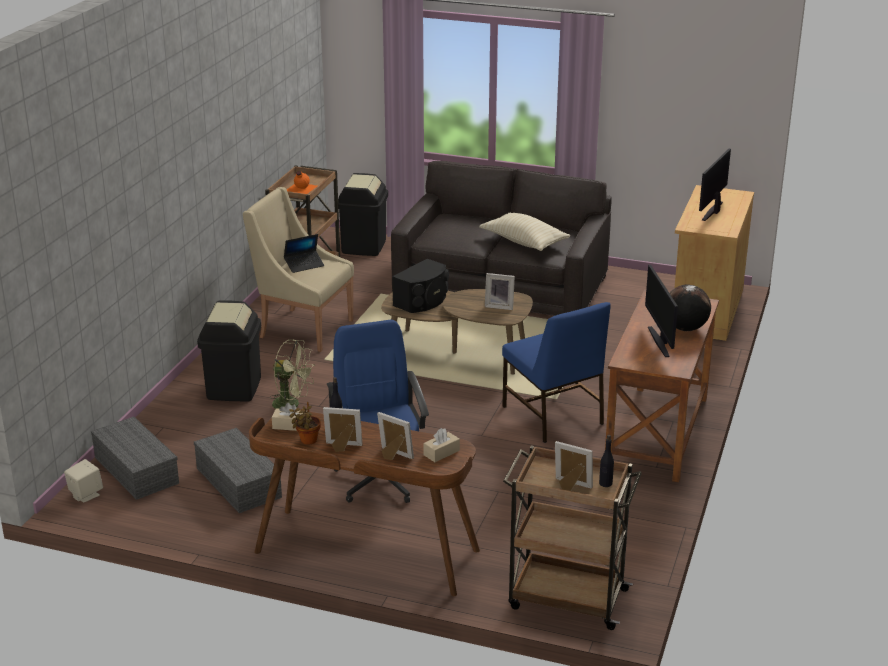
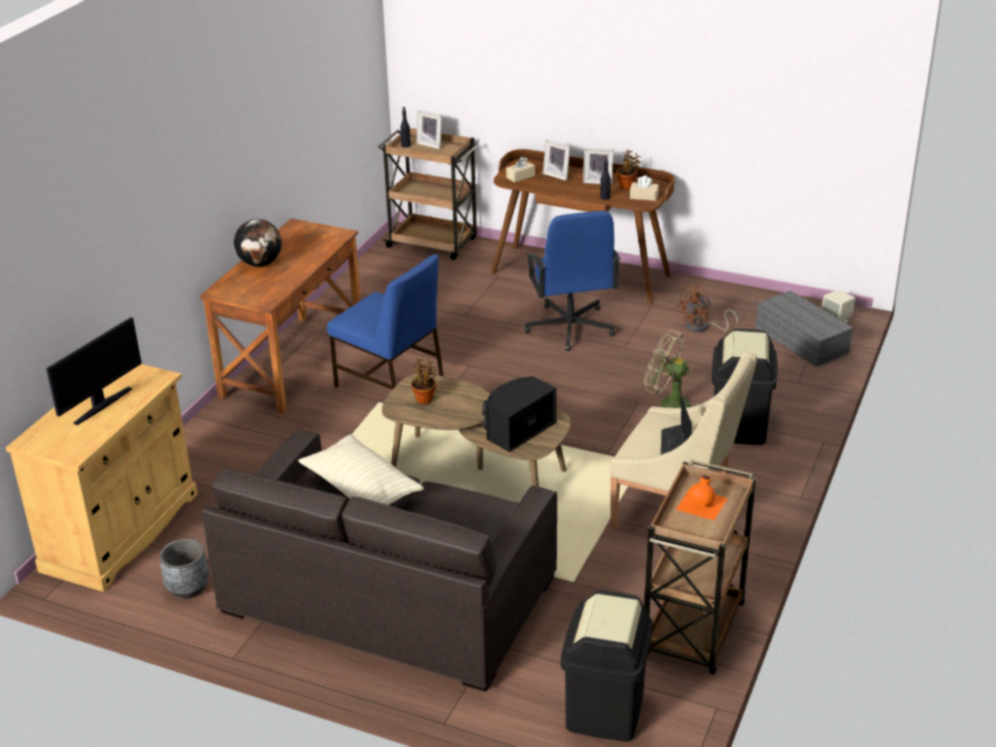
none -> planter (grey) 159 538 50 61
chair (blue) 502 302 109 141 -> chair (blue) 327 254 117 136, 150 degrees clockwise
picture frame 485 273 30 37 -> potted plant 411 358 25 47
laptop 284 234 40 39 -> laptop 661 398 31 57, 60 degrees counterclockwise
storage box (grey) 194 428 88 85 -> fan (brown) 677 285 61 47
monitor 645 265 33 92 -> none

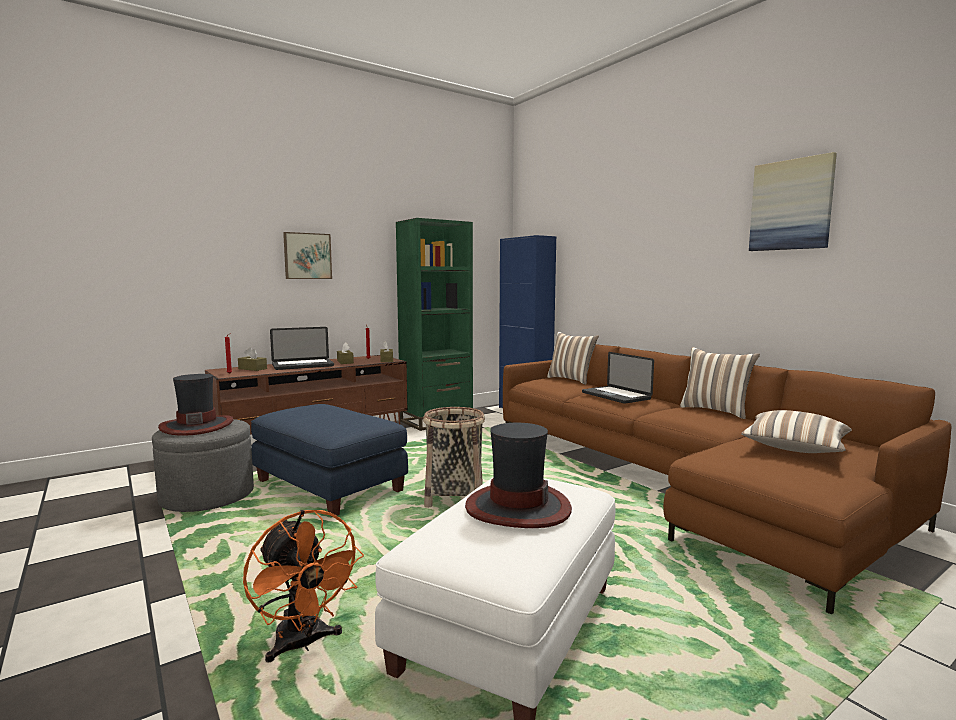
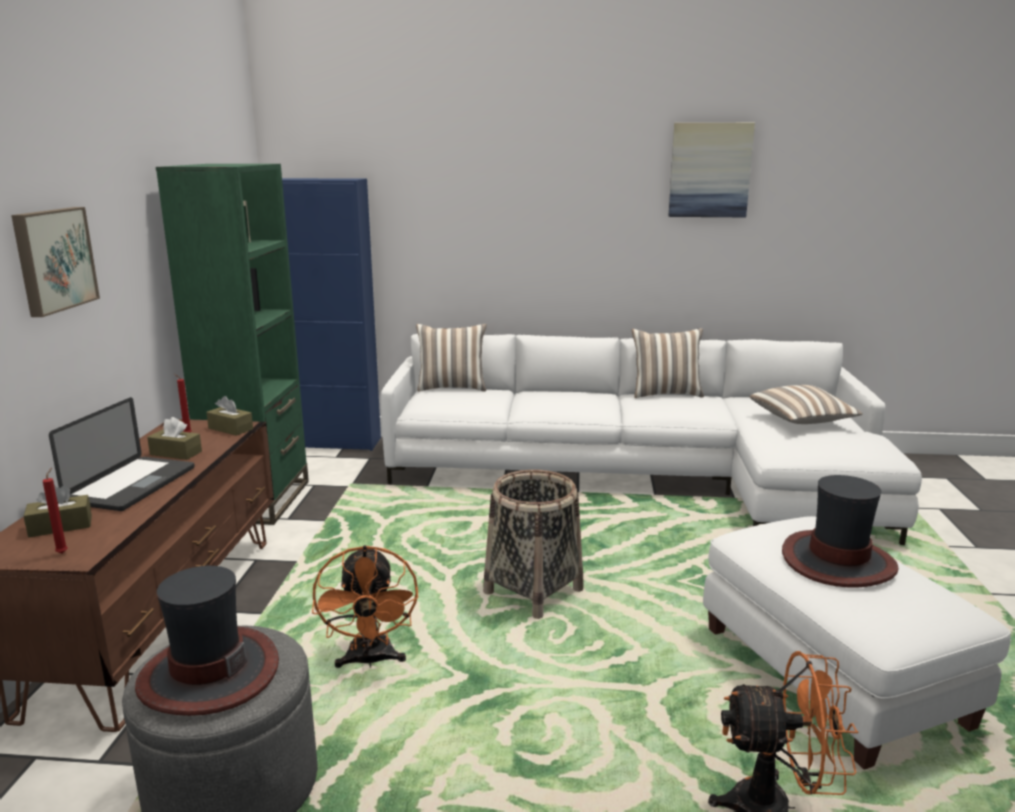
ottoman (blue) 251 404 157 113 -> fan (orange) 312 545 106 123
sofa (brown) 503 344 448 271 -> sofa (white) 381 334 541 211
laptop 582 352 72 52 -> none

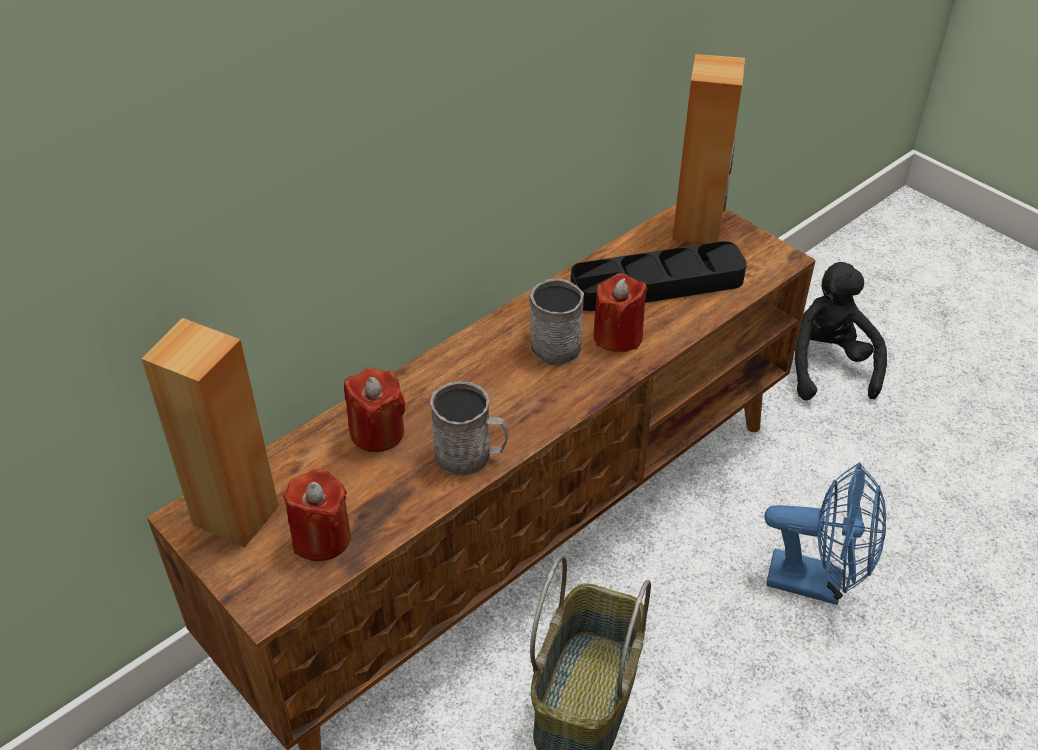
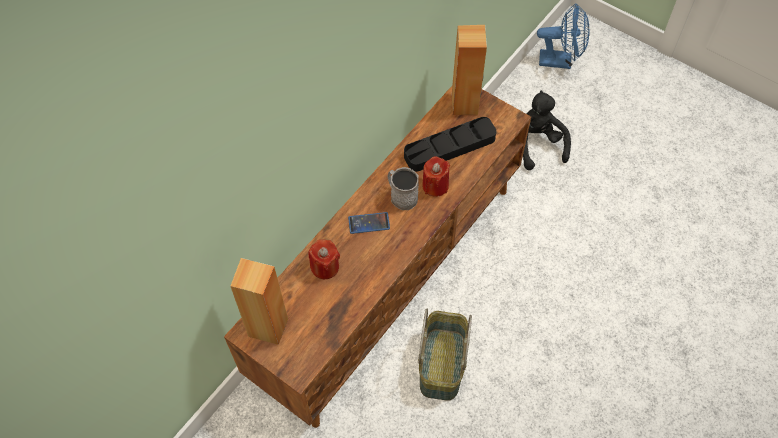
none -> phone 348 212 42 22
fan (blue) 764 462 122 143 -> fan (blue) 537 3 53 66, relocated
candle (red) 283 469 68 92 -> none
mug (grey) 430 381 78 95 -> none

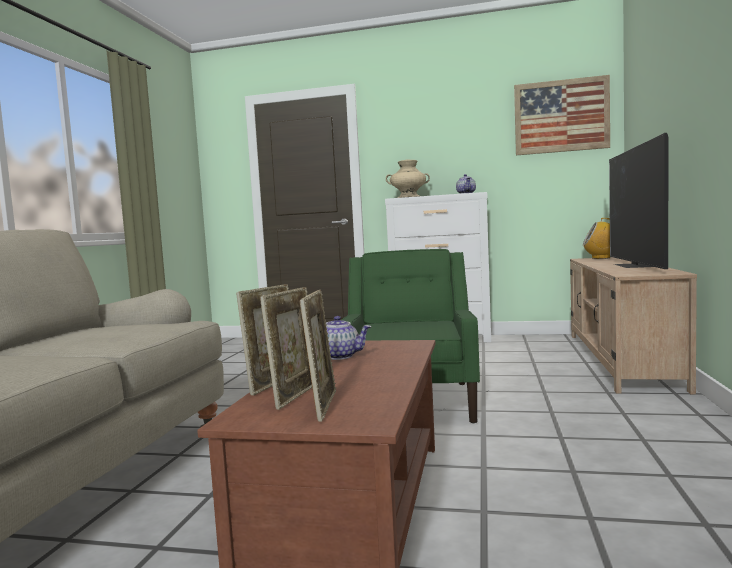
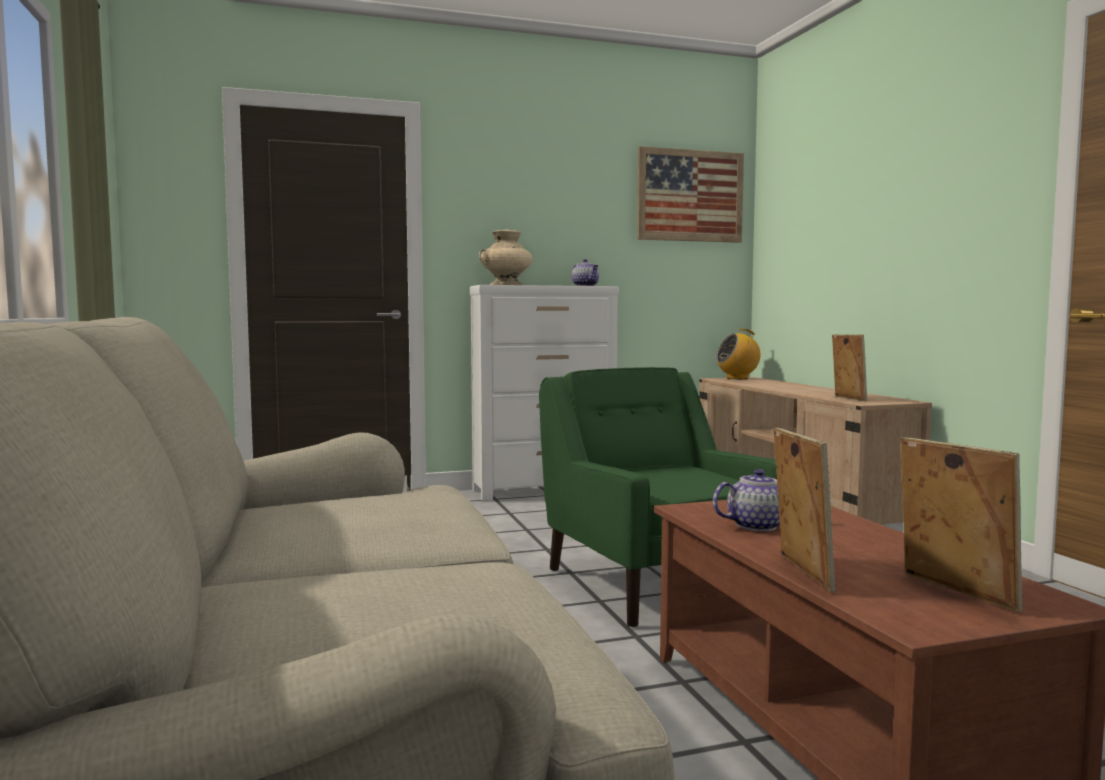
picture frame 260 287 52 123 -> picture frame 832 334 36 67, relocated
television 609 133 59 136 -> none

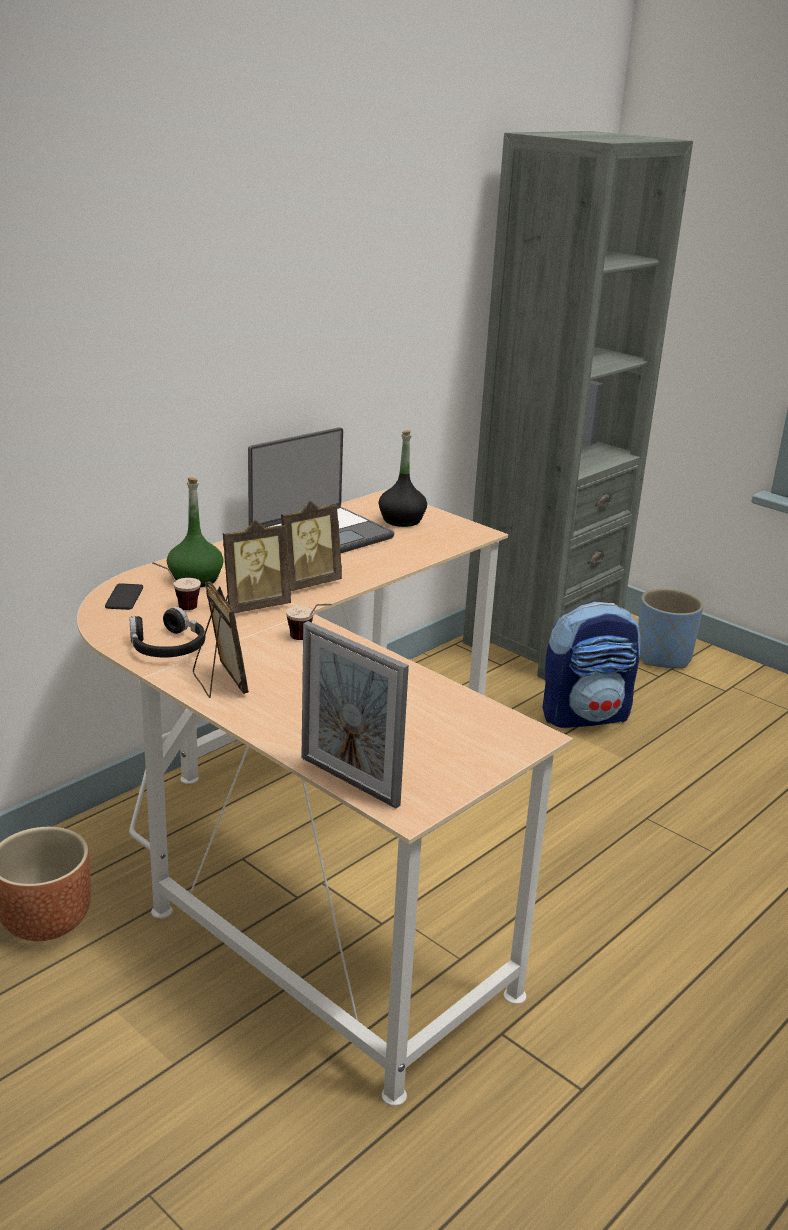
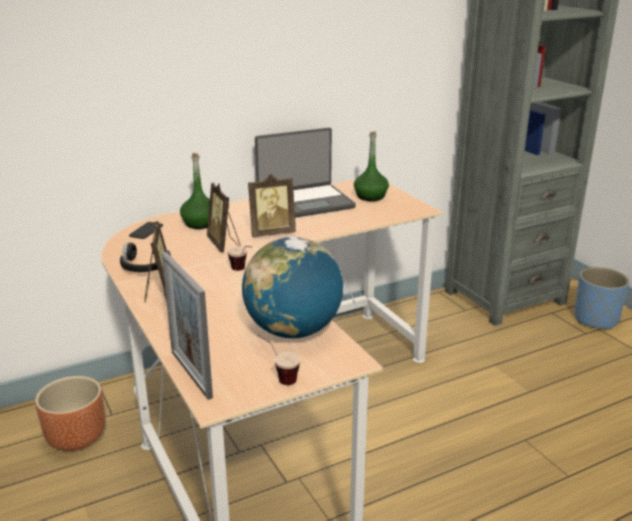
picture frame 223 520 68 93 -> picture frame 207 183 34 69, 75 degrees clockwise
none -> globe 242 237 101 101
cup 152 562 49 48 -> cup 257 334 44 51, relocated
bottle (black) 379 430 48 97 -> bottle (green) 354 131 35 70
backpack 542 601 99 127 -> none

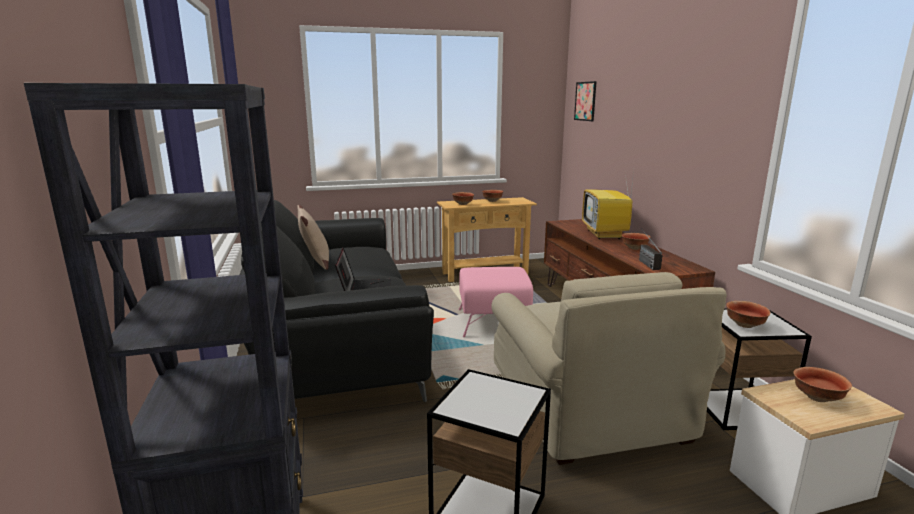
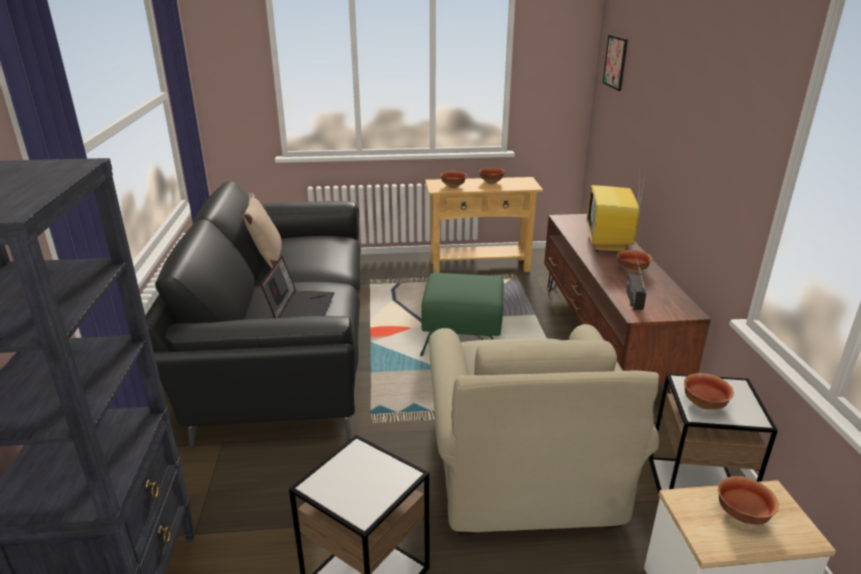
ottoman (pink) 459 267 74 70 -> ottoman (green) 420 273 84 83

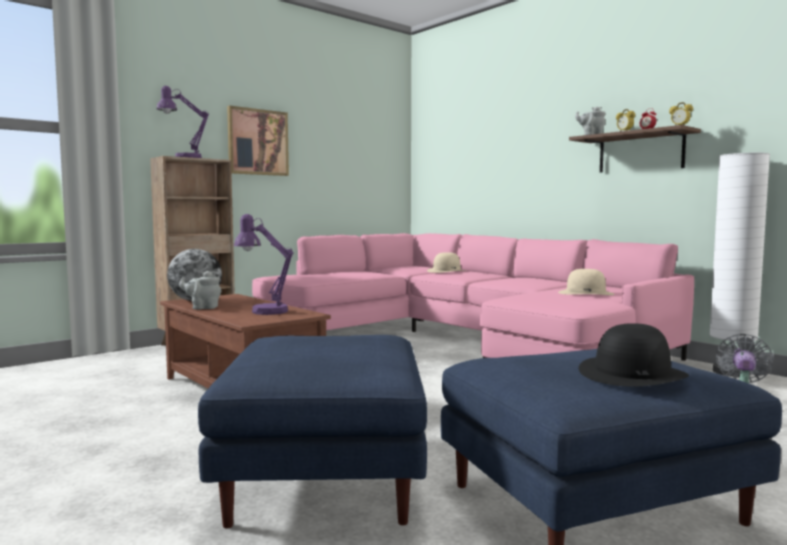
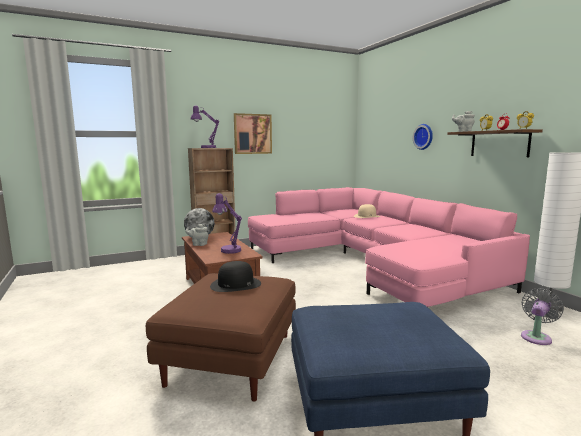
ottoman (blue) 198 335 229 193 -> ottoman (brown) 146 273 150 129
hat (black) 579 323 110 64 -> hat (black) 210 261 51 31, relocated
none -> wall clock 413 124 20 26
hat (beige) 558 269 57 26 -> none

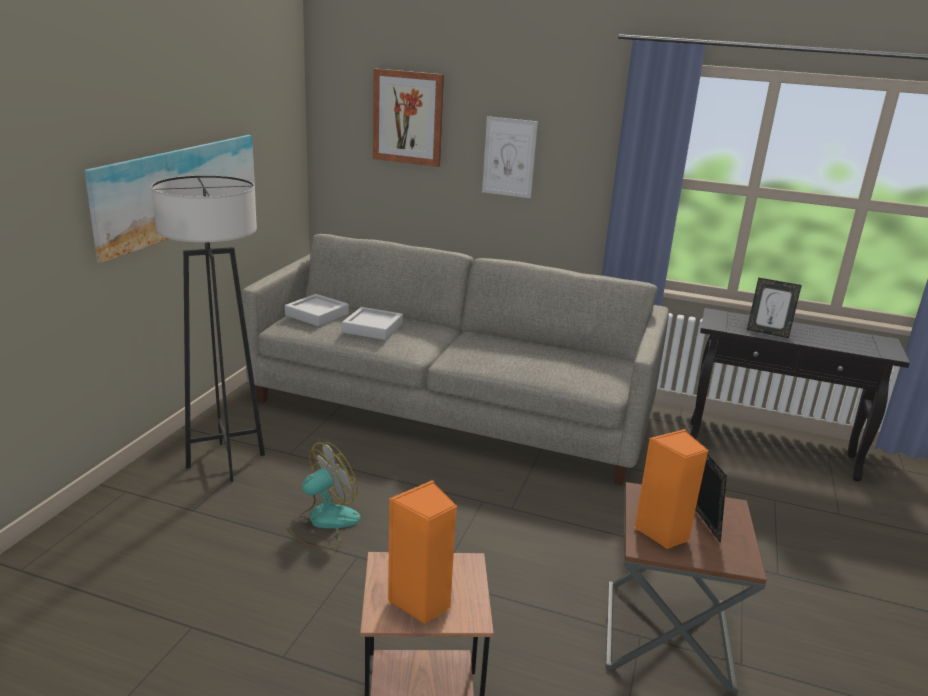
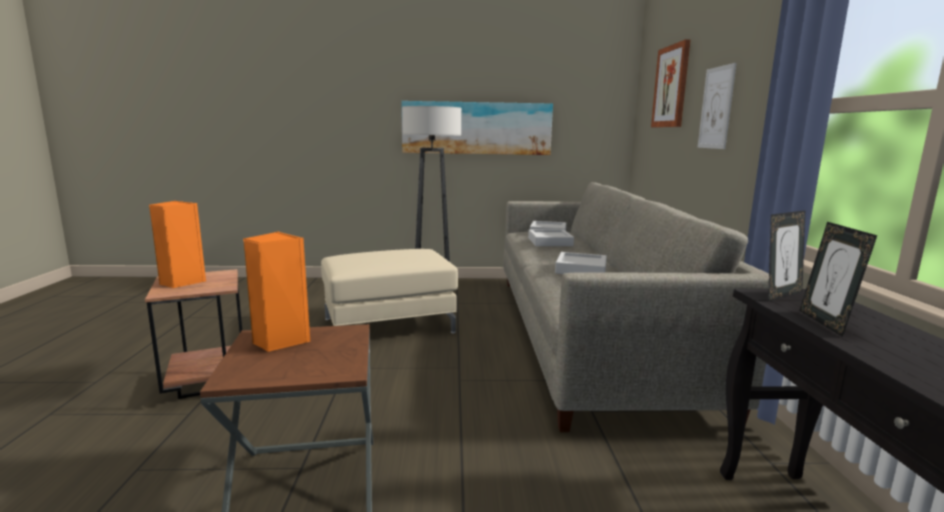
fan 287 442 74 107 -> ottoman (beige) 321 249 137 84
none -> tray (grey) 555 252 52 22
picture frame 695 454 32 89 -> picture frame 768 210 37 91, relocated

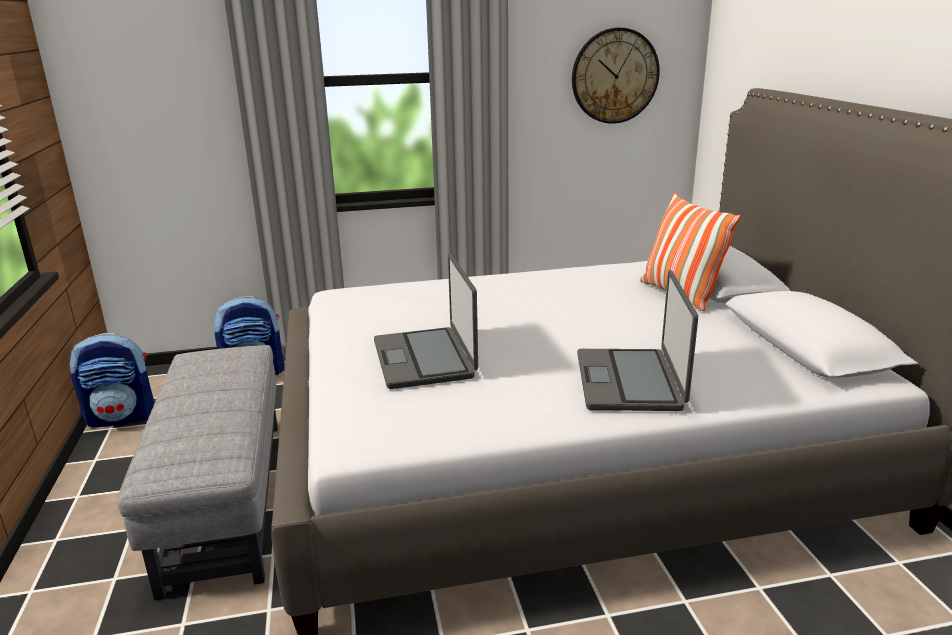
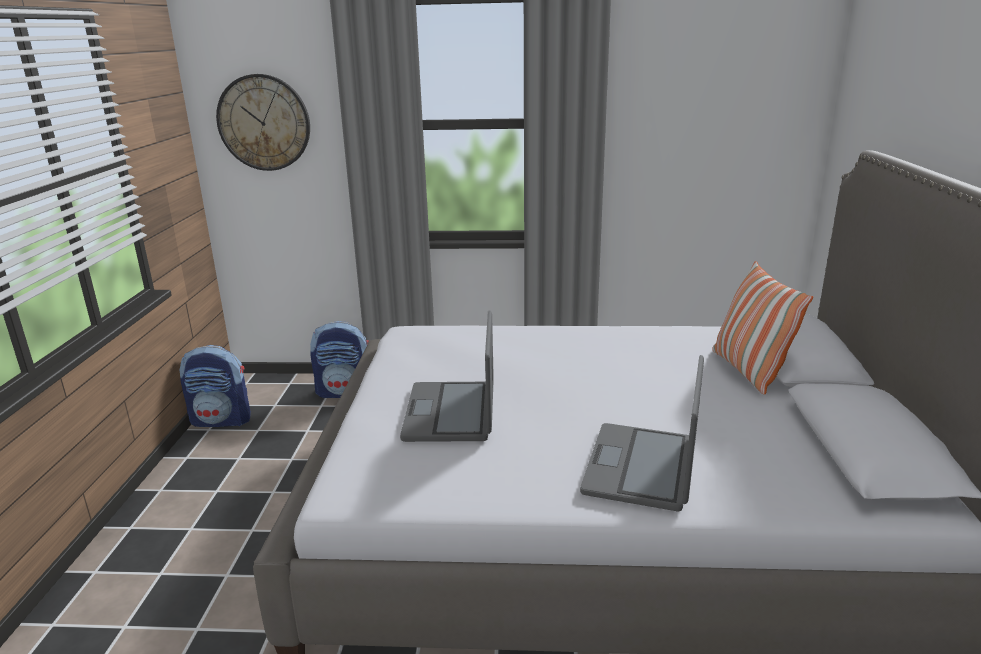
wall clock 572 28 88 96 -> wall clock 216 74 94 97, relocated
ottoman (grey) 117 345 161 256 -> none

